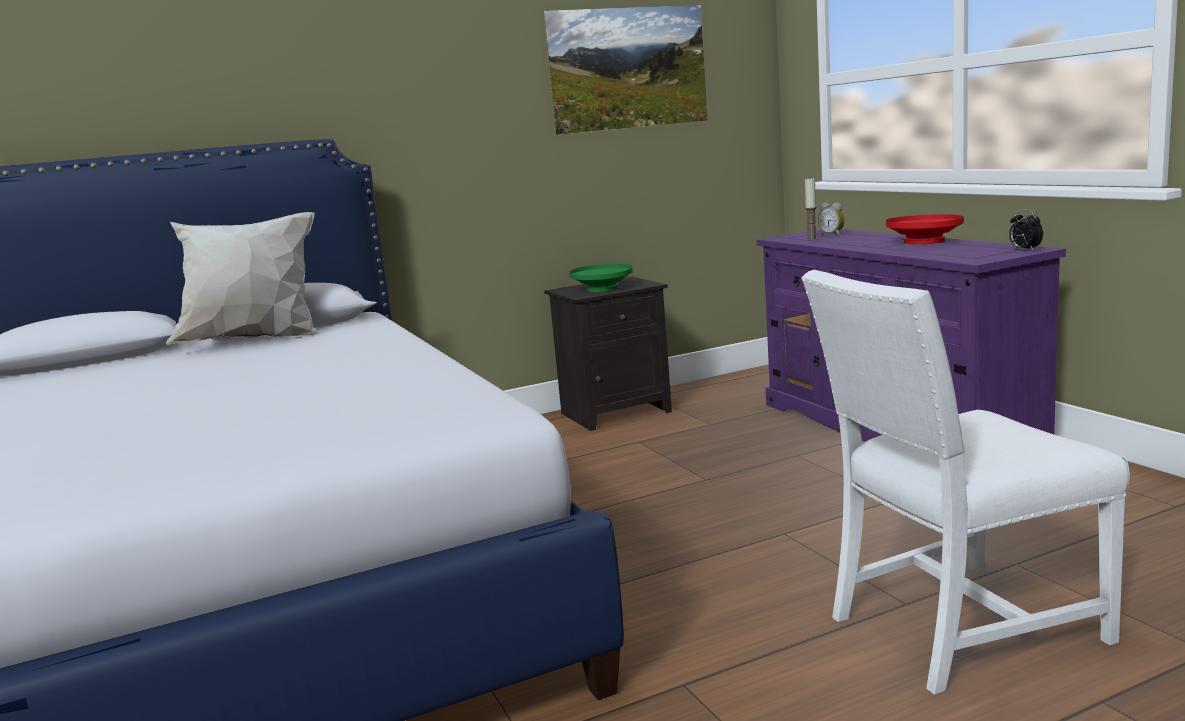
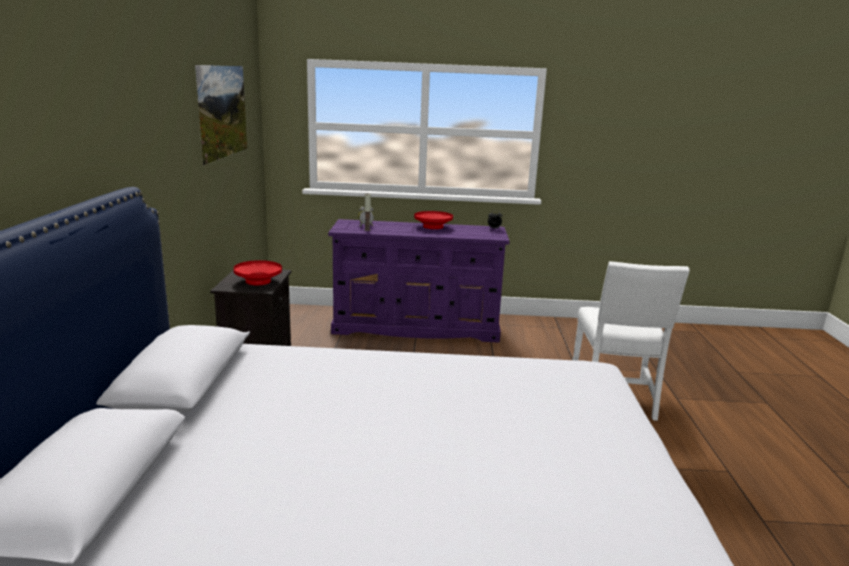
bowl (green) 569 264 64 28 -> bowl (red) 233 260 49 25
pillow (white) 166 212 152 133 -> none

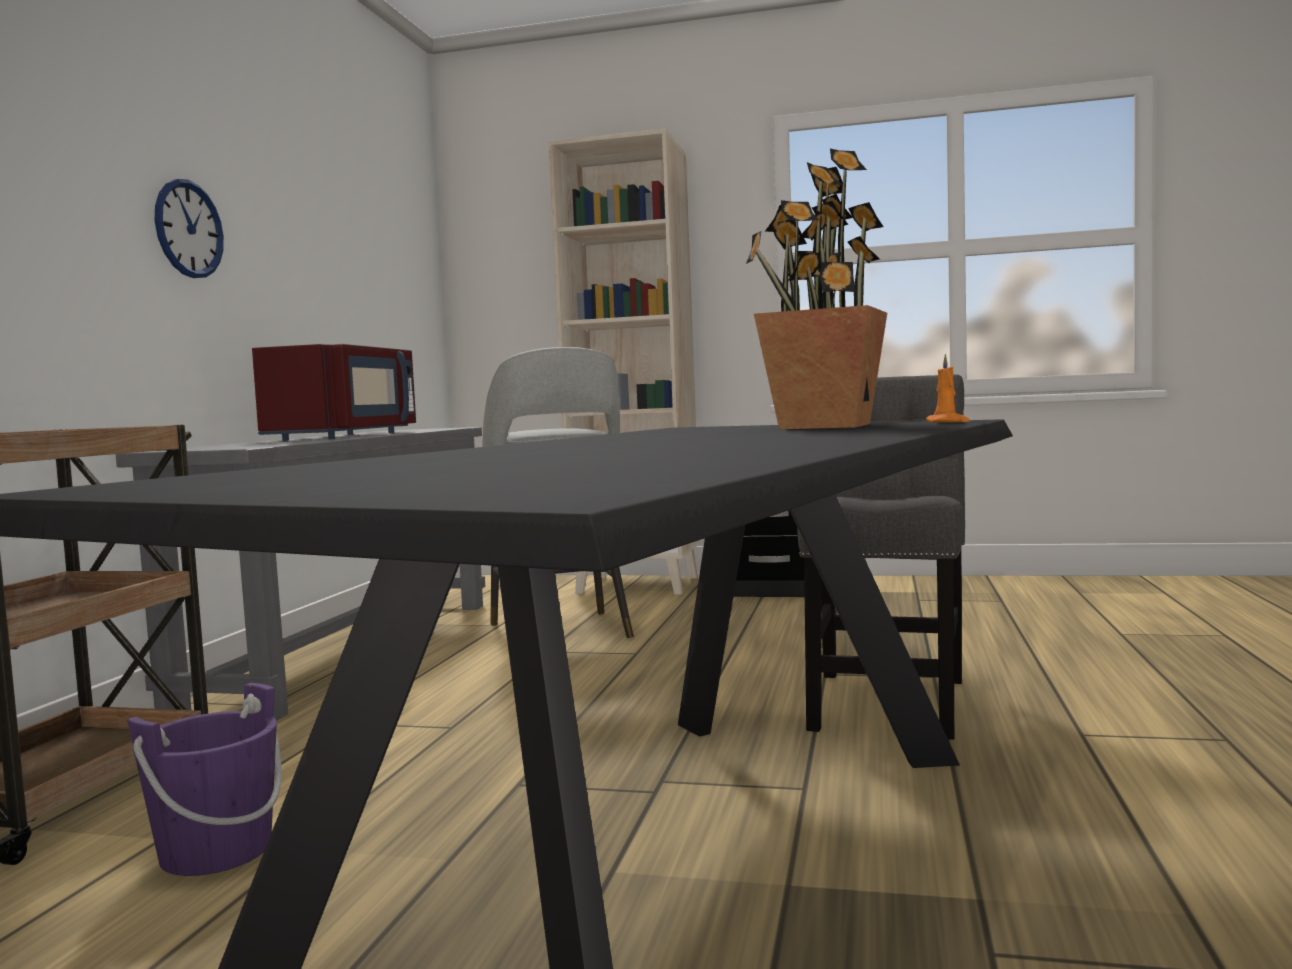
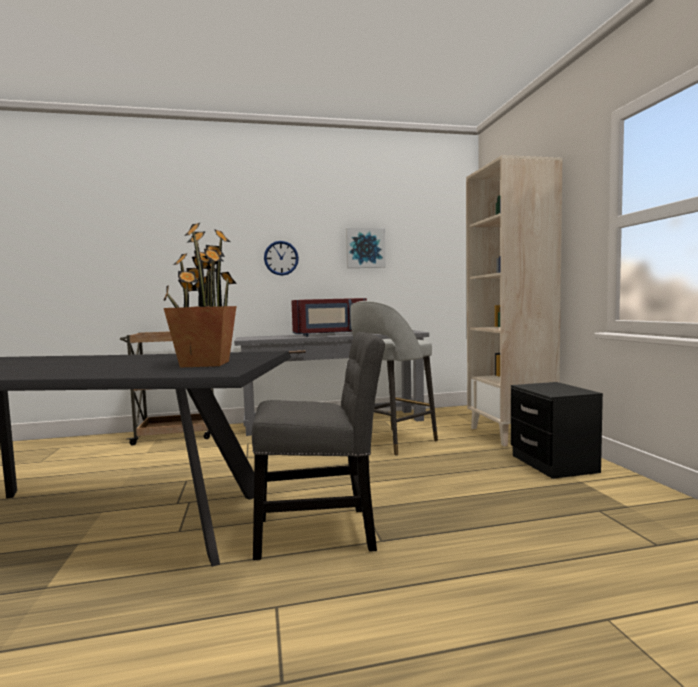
none -> picture 346 228 40 40
bucket (purple) 127 683 154 193 -> none
candle (orange) 926 354 44 68 -> none

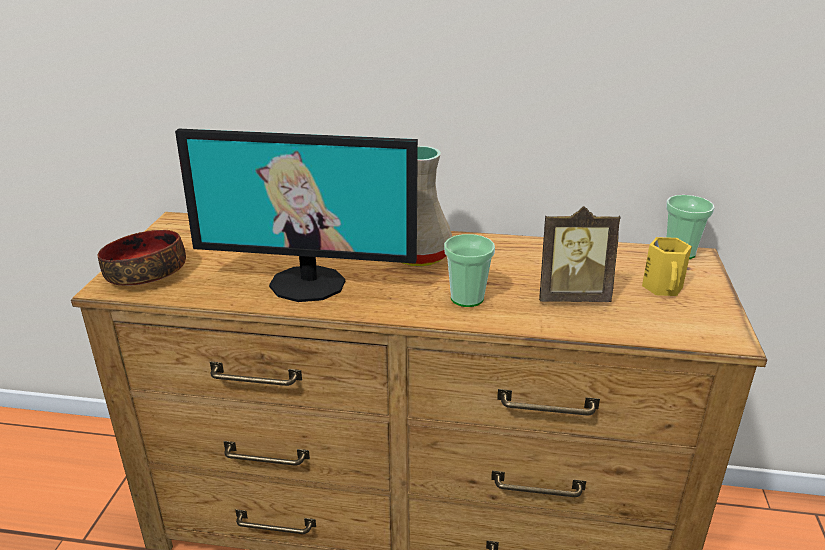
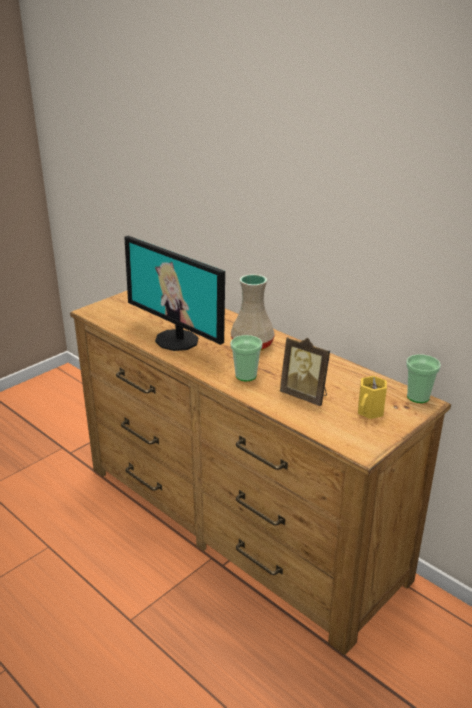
bowl 97 230 89 56 -> none

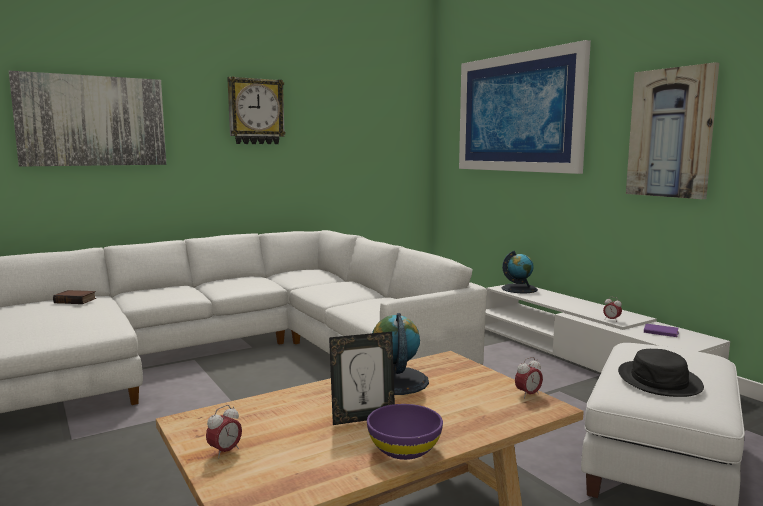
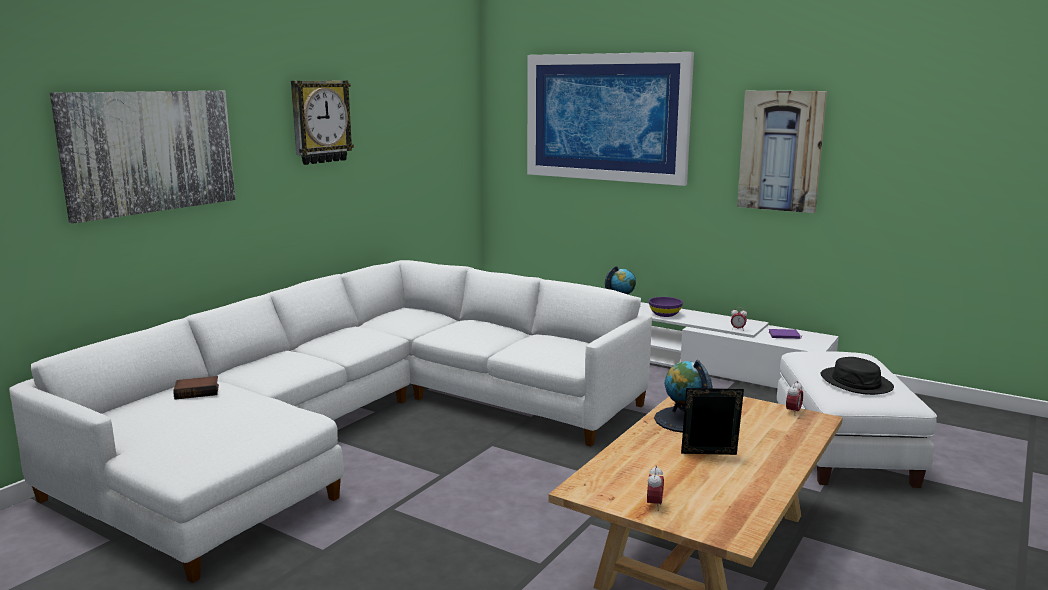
bowl (purple) 367 404 76 56 -> bowl (purple) 649 297 34 20, relocated
picture frame 329 332 66 93 -> picture frame 681 388 63 67, 135 degrees counterclockwise

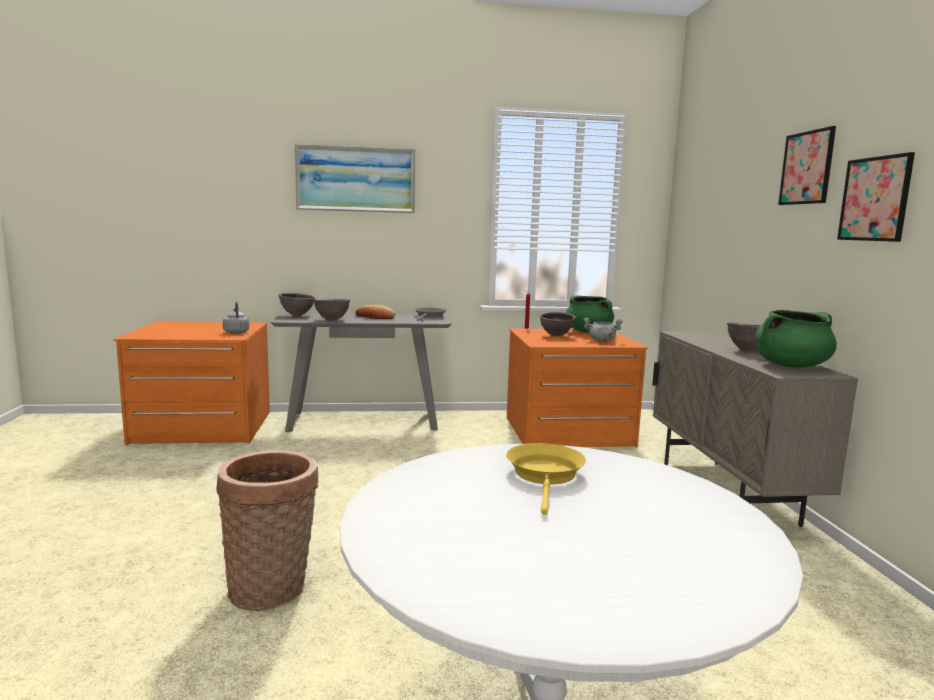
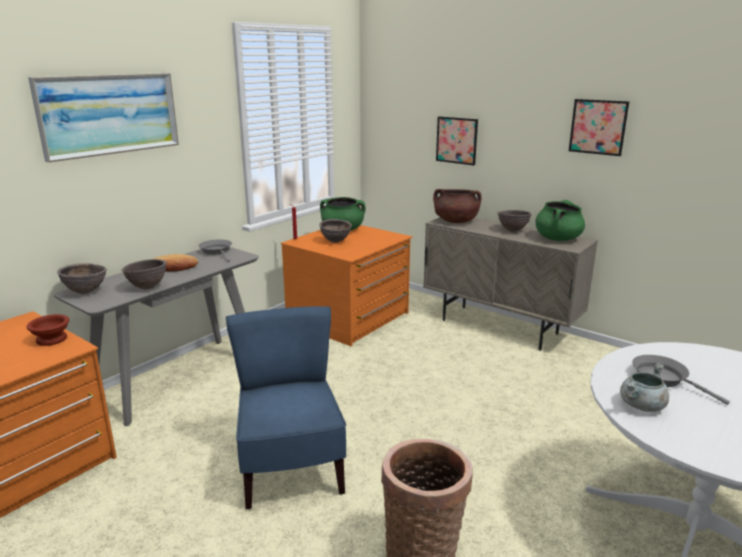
kettle (grey) 223 301 27 33 -> bowl (brown) 27 314 42 32
none -> chair (blue) 226 306 120 203
none -> cooking pot (brown) 433 189 49 34
picture 778 126 58 79 -> picture 436 117 42 48, relocated
cooking pot (grey) 583 318 40 24 -> cooking pot (grey) 620 363 49 49, relocated
frying pan (yellow) 506 443 80 72 -> frying pan (grey) 632 355 98 50

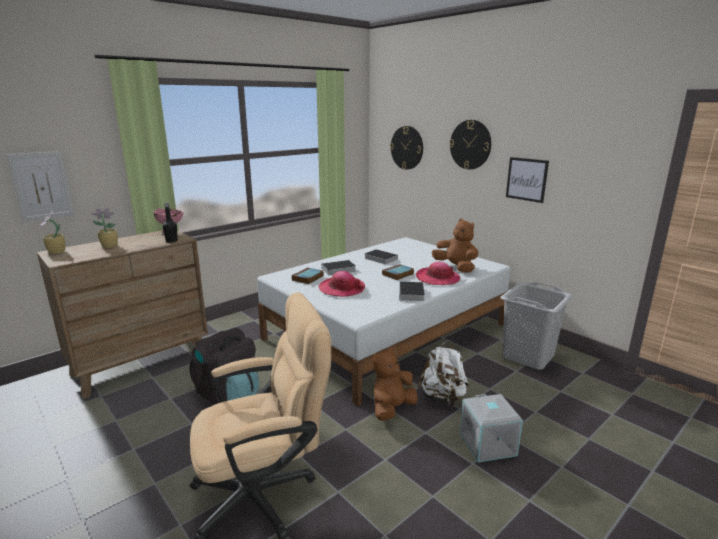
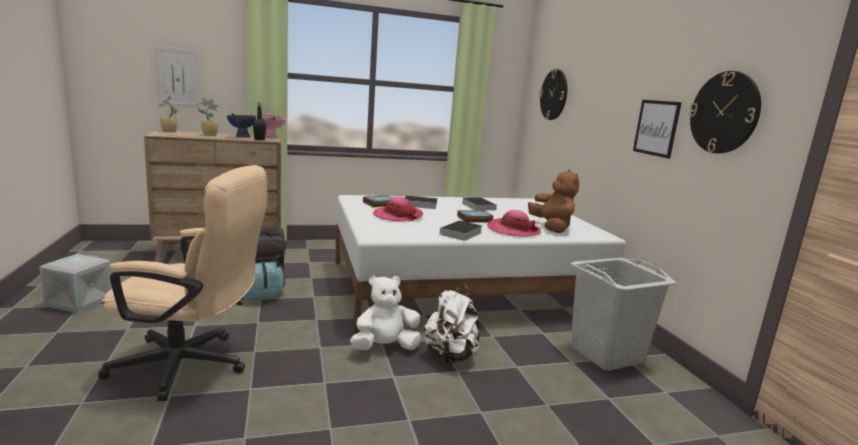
storage box (grey) 460 394 63 68 -> storage box (grey) 39 254 73 59, relocated
none -> bowl (blue) 227 113 29 24
plush toy (brown) 372 348 46 73 -> plush toy (white) 350 275 71 75
wall clock 449 120 42 50 -> wall clock 689 71 72 82, relocated

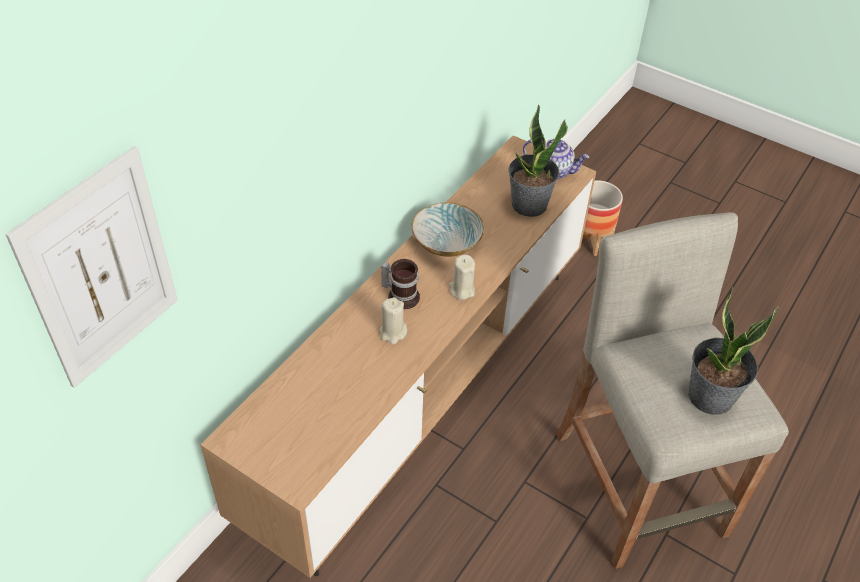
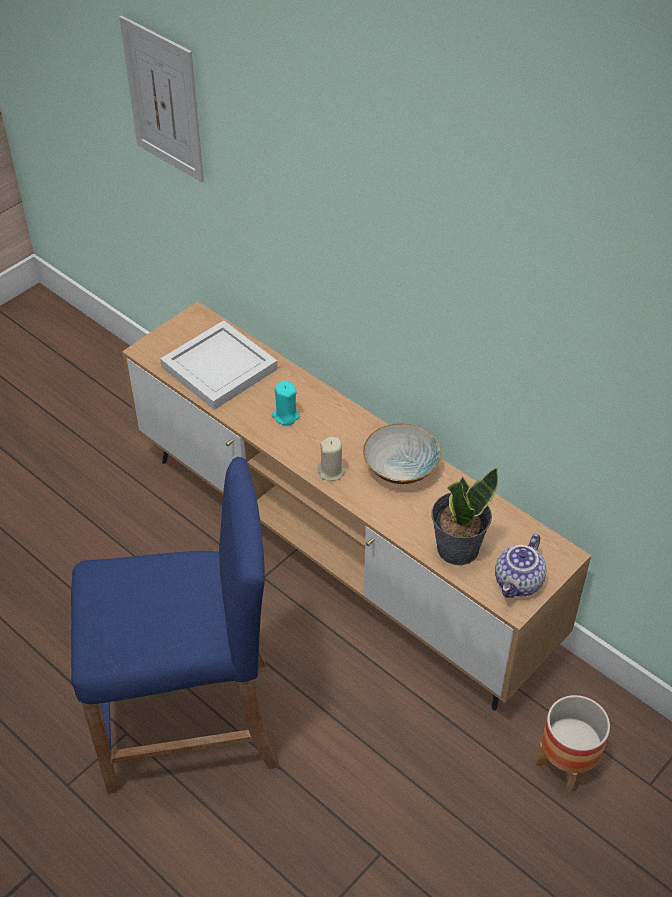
stool (beige) 556 212 233 357 -> stool (blue) 71 457 208 337
none -> tray (white) 160 320 118 90
candle (beige) 380 297 27 48 -> candle (turquoise) 272 381 28 44
mug 381 259 39 50 -> none
potted plant 688 287 91 128 -> none

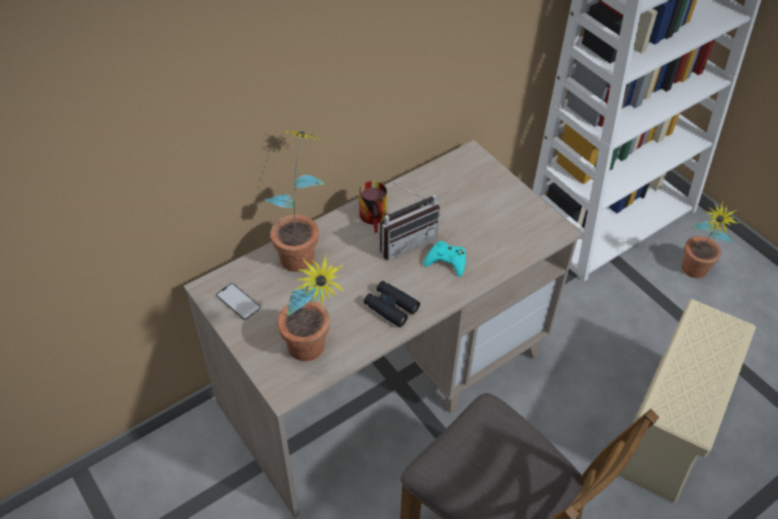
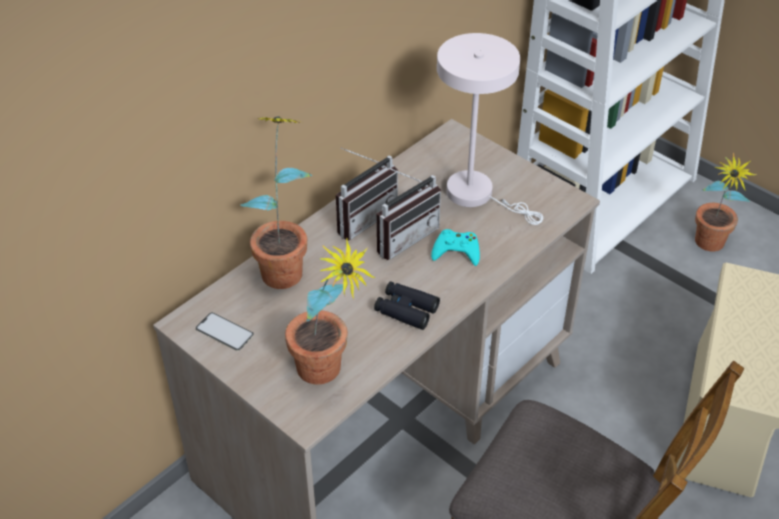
mug 359 181 28 52 -> radio 336 148 62 93
none -> table lamp (white) 437 33 106 192

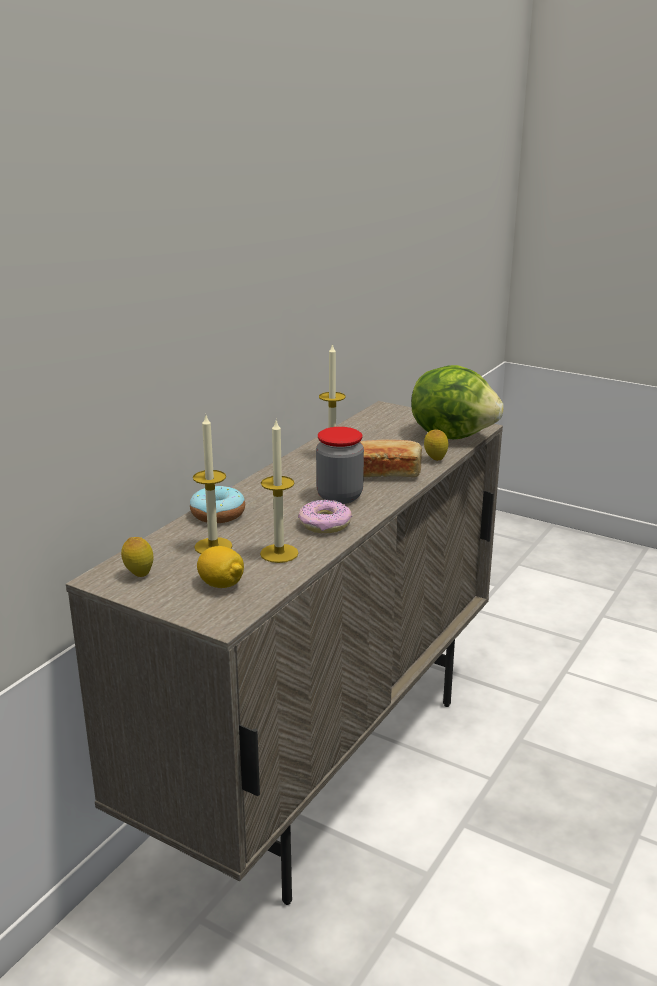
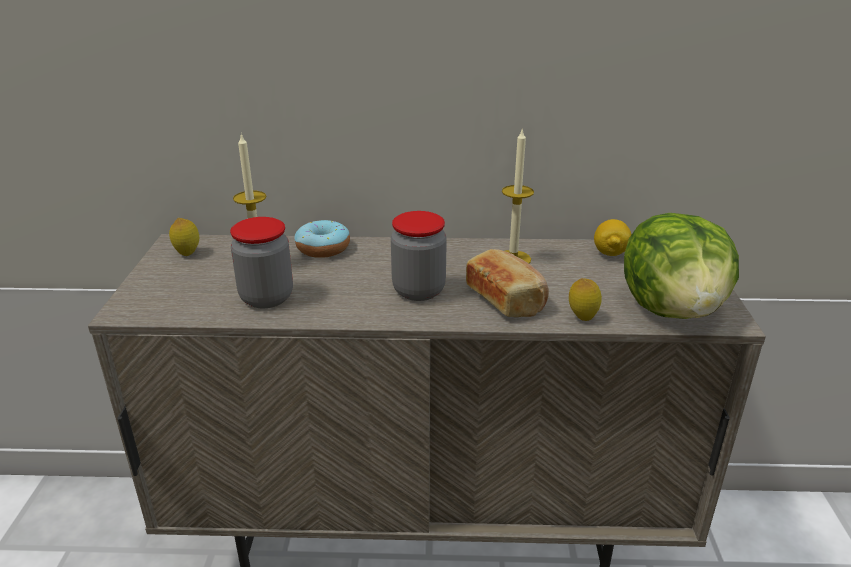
candle 260 421 39 142 -> jar 230 217 63 91
lemon 197 546 47 42 -> lemon 594 219 37 37, relocated
donut 298 500 54 33 -> none

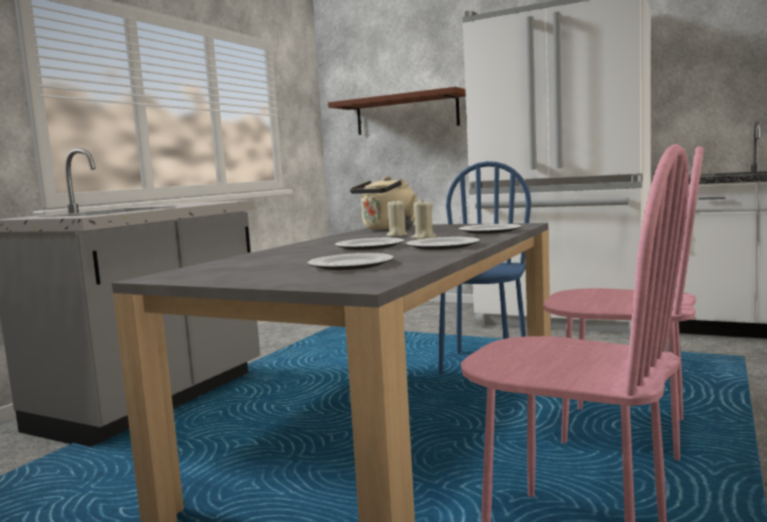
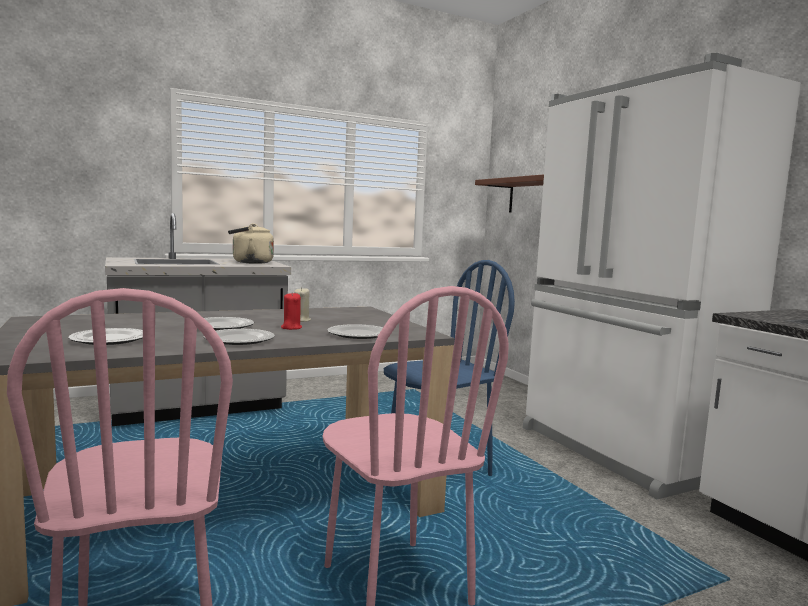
kettle (beige) 350 176 67 54 -> kettle (beige) 228 224 46 40, relocated
candle (beige) 411 199 25 40 -> candle (red) 281 292 21 38

